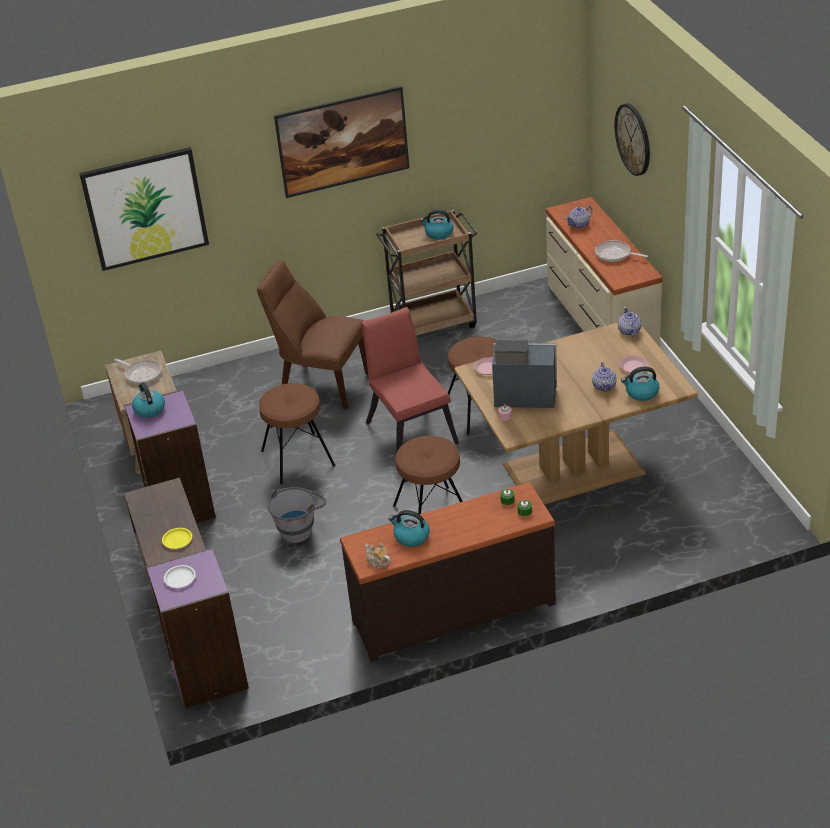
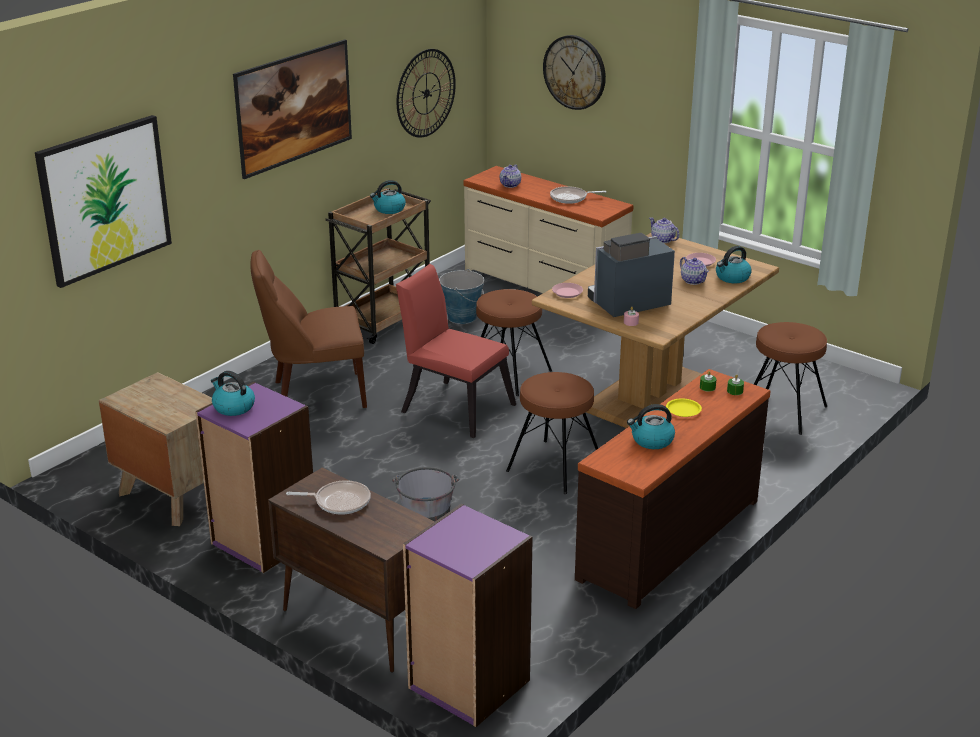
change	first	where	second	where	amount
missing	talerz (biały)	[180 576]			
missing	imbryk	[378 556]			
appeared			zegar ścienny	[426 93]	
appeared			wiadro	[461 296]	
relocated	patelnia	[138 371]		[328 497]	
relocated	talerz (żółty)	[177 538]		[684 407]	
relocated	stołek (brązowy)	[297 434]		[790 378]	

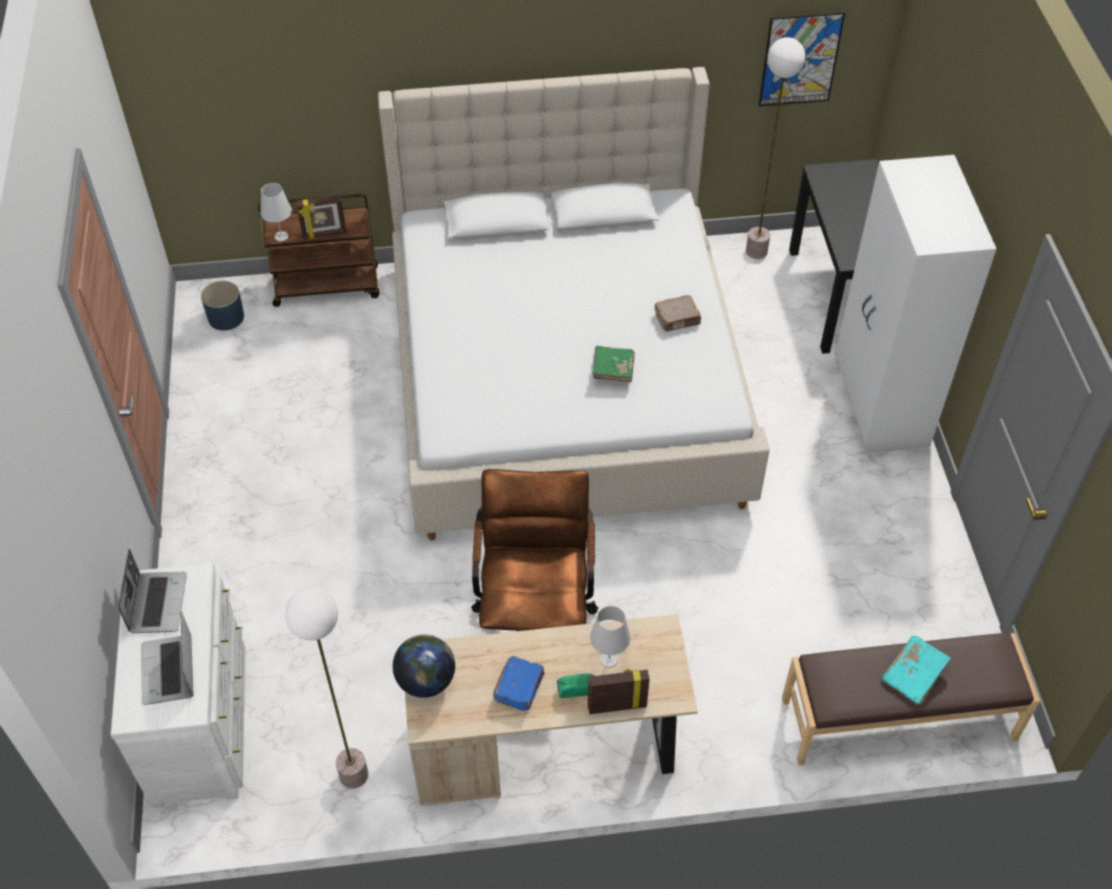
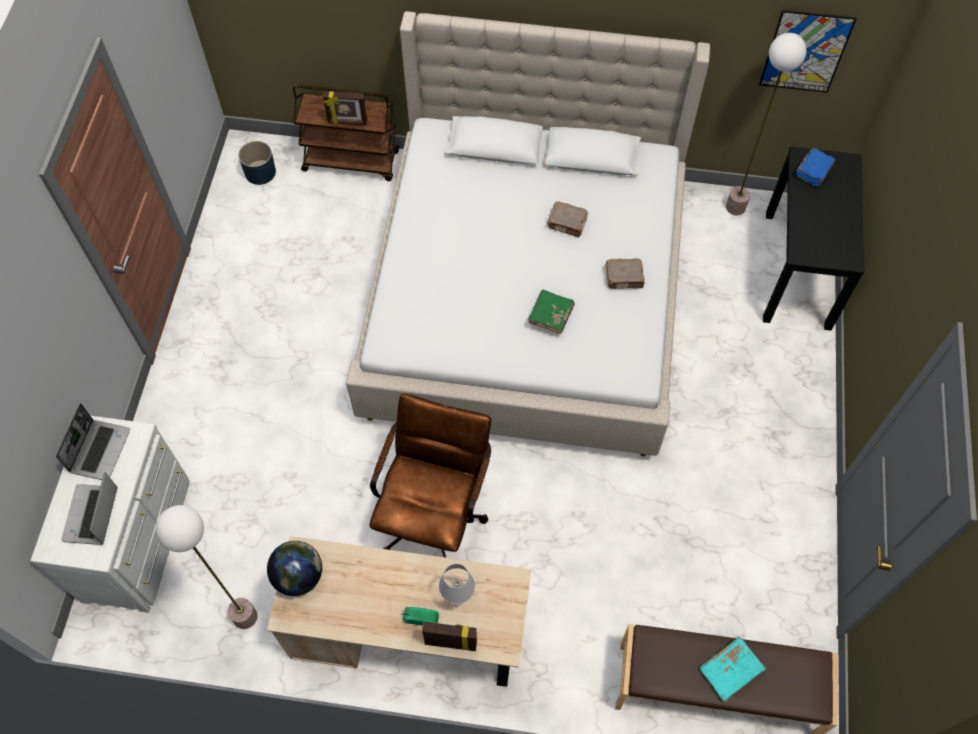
change	first	where	second	where	amount
missing	lampa stołowa (biały)	[276 212]			
missing	szafa (biały)	[915 304]			
appeared			książka (brązowy)	[567 219]	
relocated	książka (niebieski)	[519 683]		[815 167]	

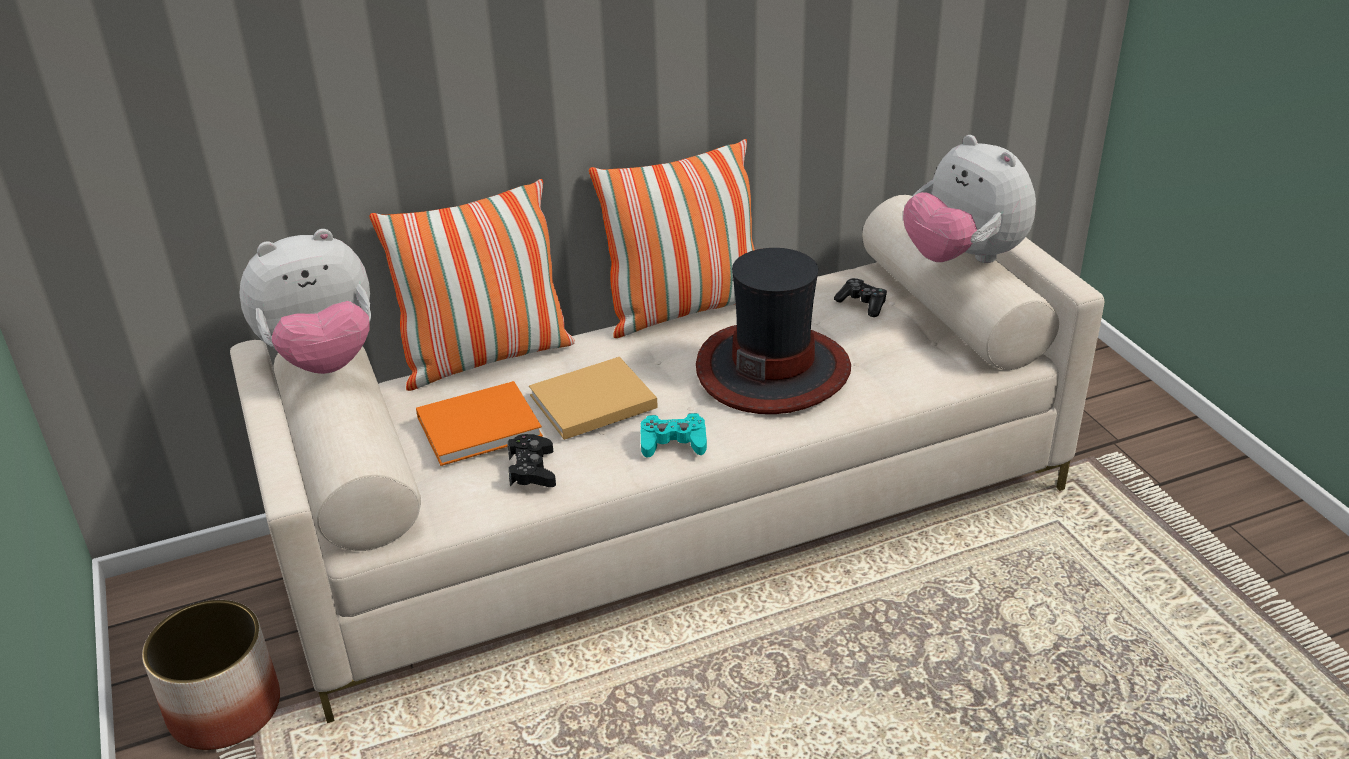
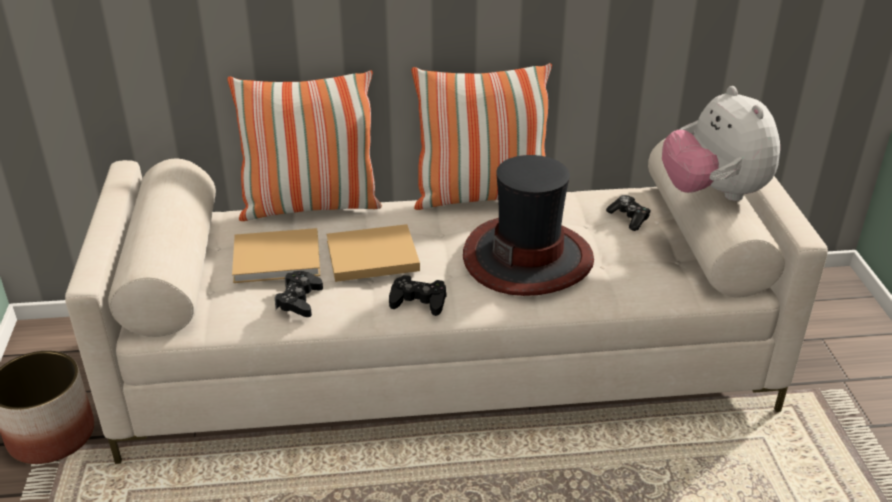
change	first	where	second	where	amount
missing	pluszak	[305 301]			
colour	książka (pomarańczowy)	[479 423]	książka (beżowy)	[276 255]	
colour	pad do gier (turkusowy)	[674 435]	pad do gier (czarny)	[417 295]	

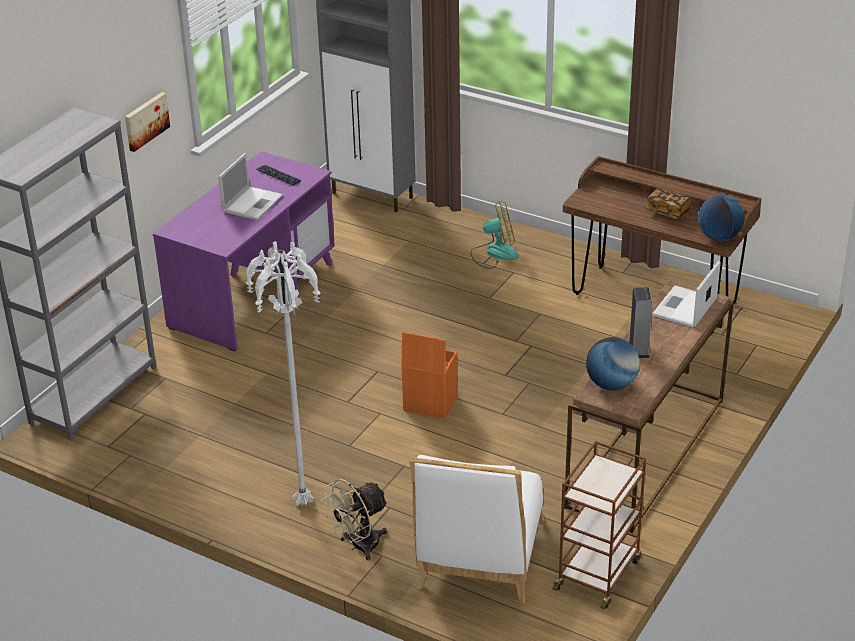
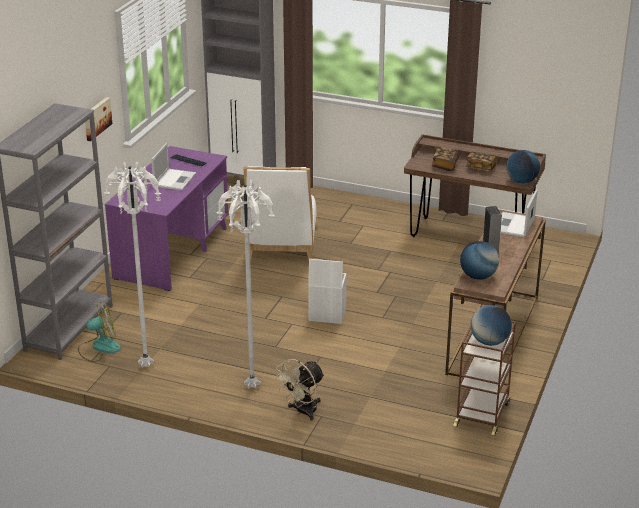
change	first	where	second	where	amount
appeared			lampa stojąca (biały)	[132 265]	
appeared			książka	[445 159]	
appeared			globus	[491 325]	
relocated	krzesło (biały)	[476 529]		[280 213]	
relocated	wentylator	[494 234]		[99 331]	
colour	pojemnik do przechowywania (pomarańczowy)	[430 375]	pojemnik do przechowywania (biały)	[327 291]	

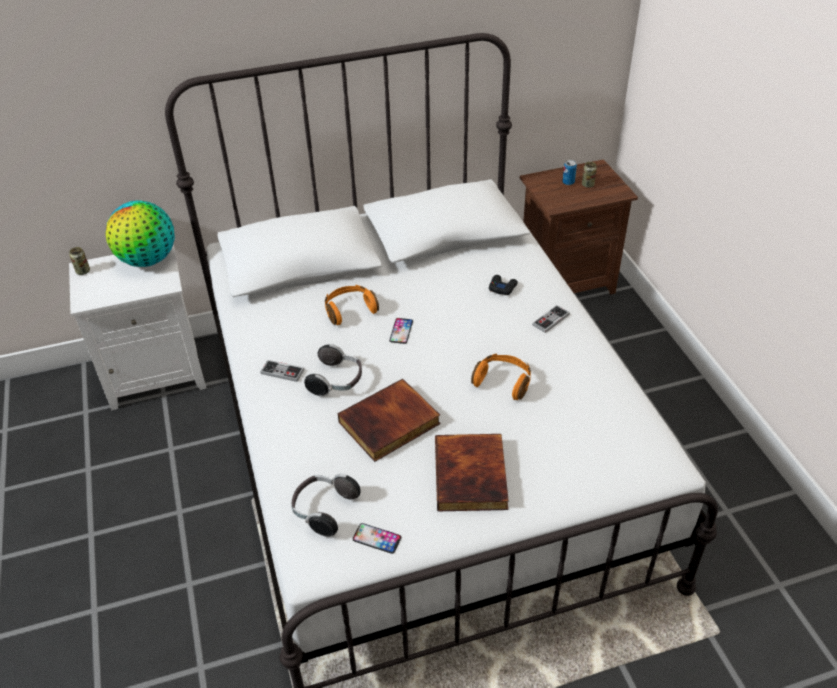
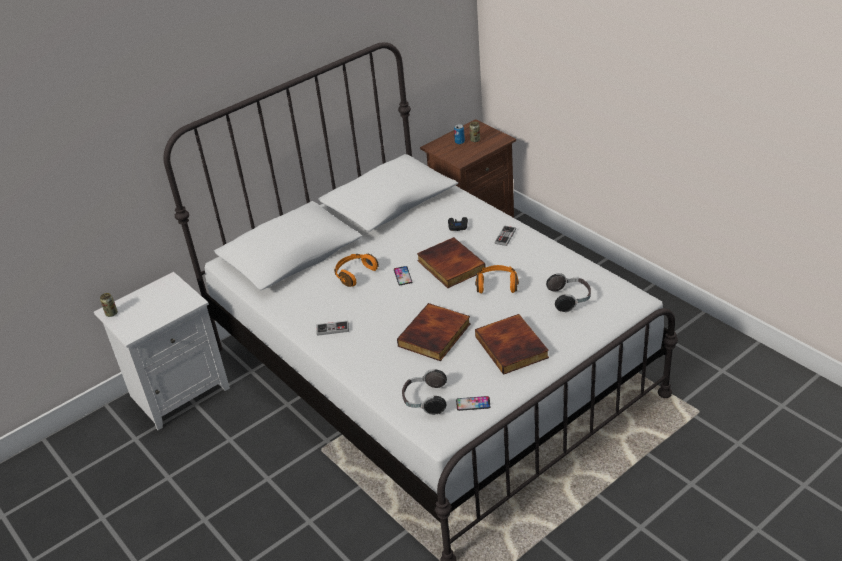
change	first	where	second	where	amount
missing	globus	[140 234]			
appeared			książka	[451 262]	
relocated	słuchawki	[333 370]		[568 293]	

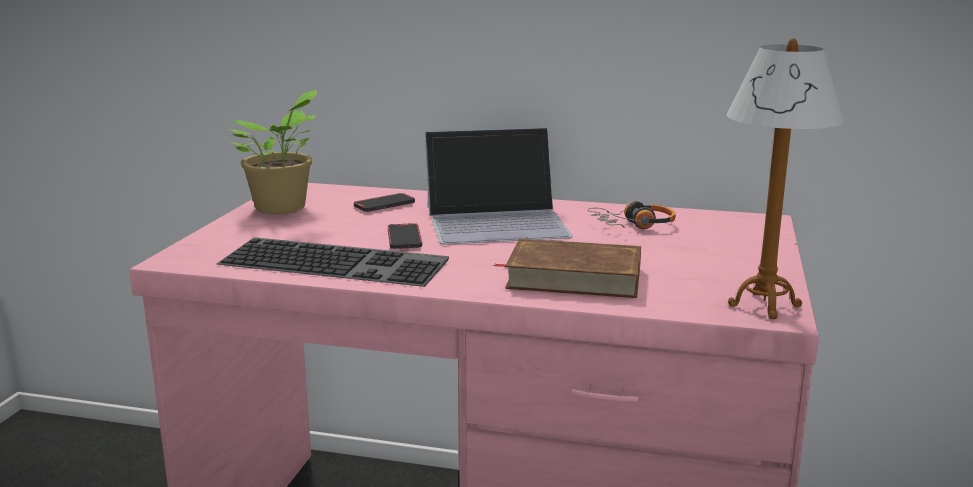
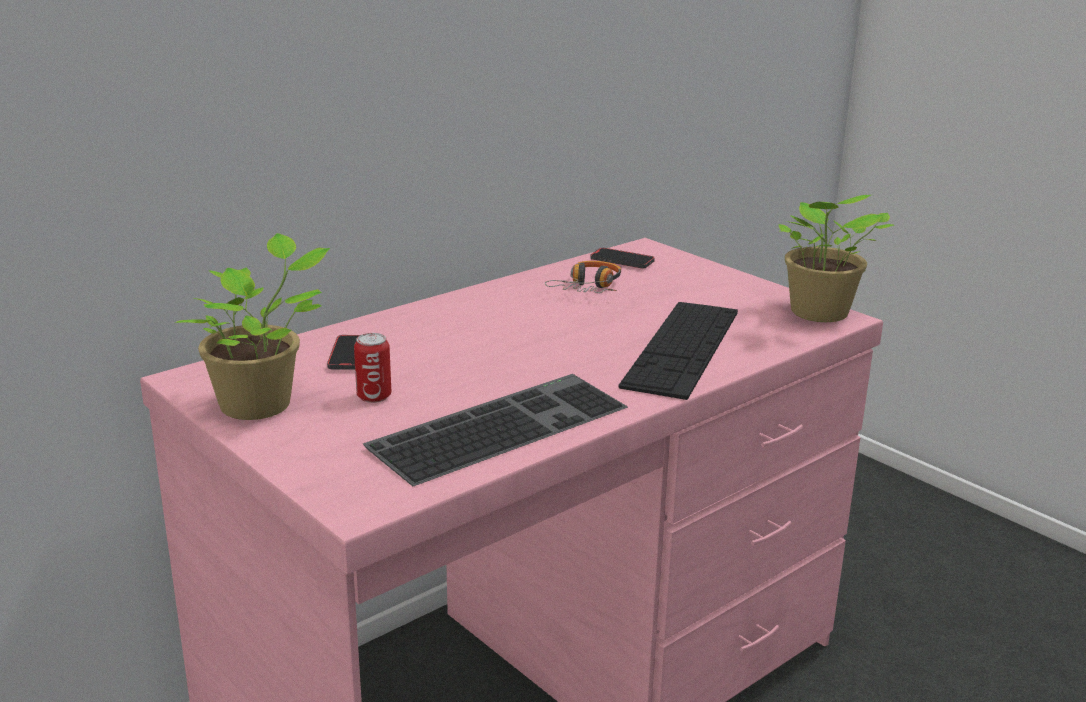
change	first	where	second	where	amount
missing	laptop	[499 186]			
appeared			puszka	[372 368]	
relocated	telefon	[405 236]		[623 258]	
exchanged	książka (brązowy)	[567 268]	klawiatura	[678 351]	
exchanged	lampa stołowa	[785 178]	roślina doniczkowa	[836 258]	

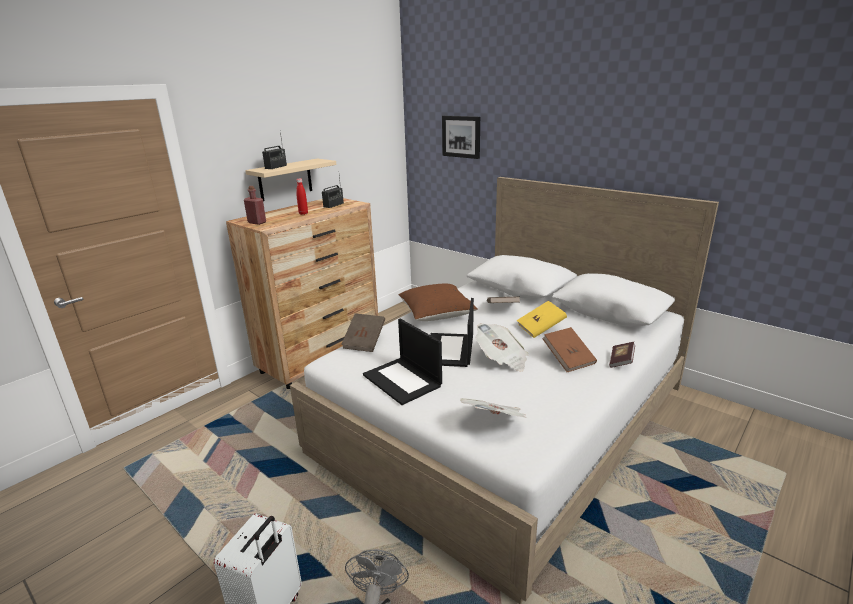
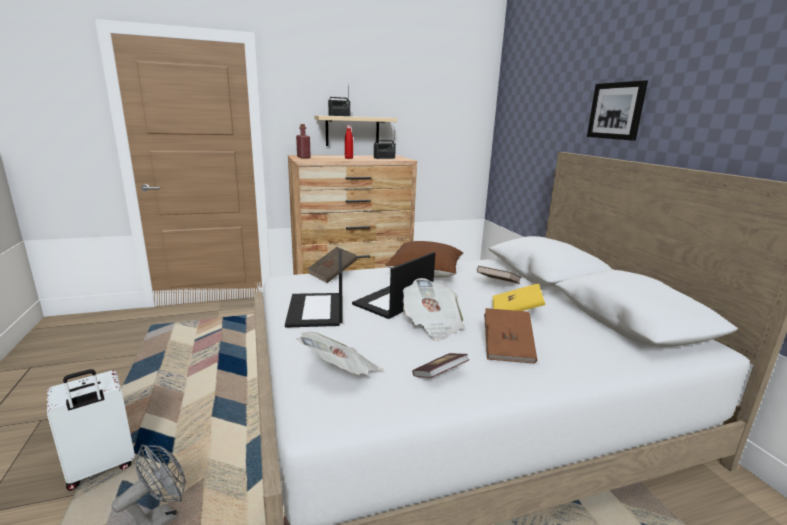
change	first	where	second	where	amount
relocated	obraz	[461 137]		[617 110]	
relocated	książka	[622 355]		[440 365]	

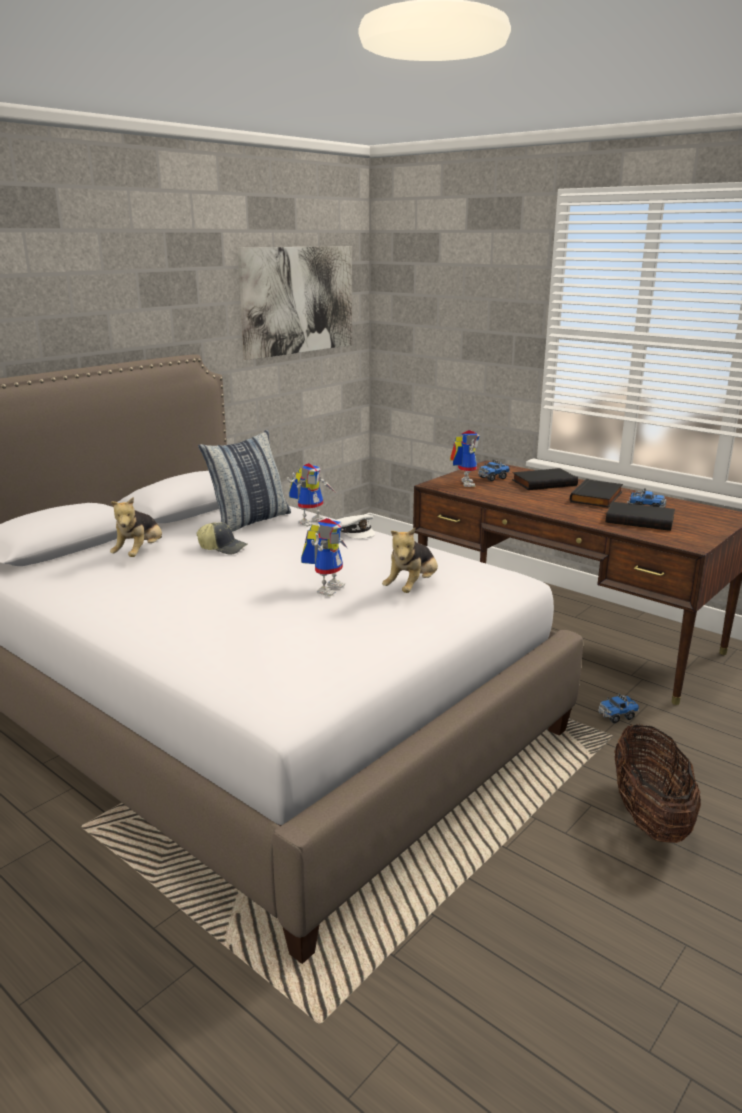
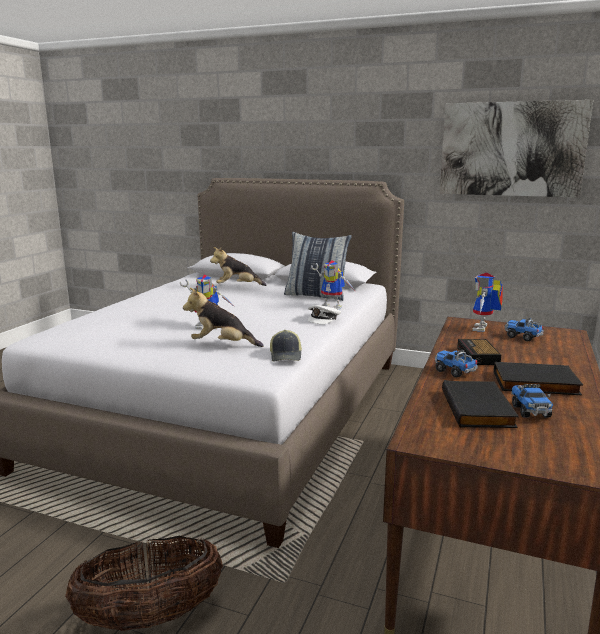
change	first	where	second	where	amount
missing	książka (czarny)	[545 479]			
appeared			budzik	[479 352]	
relocated	czapka z daszkiem	[222 538]		[286 346]	
relocated	ciężarówka zabawkowa	[618 708]		[456 364]	
spun	robot zabawkowy	[465 458]		[487 302]	135 degrees clockwise

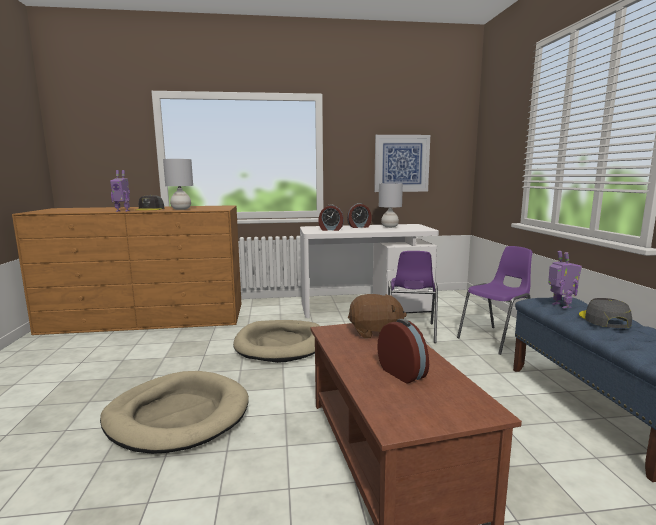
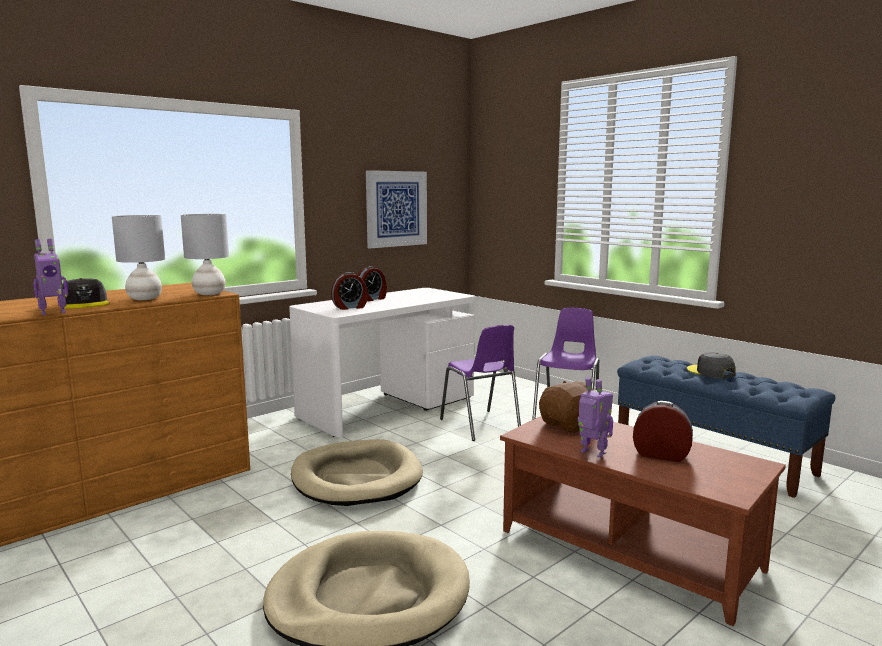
change	first	where	second	where	amount
relocated	lampa stołowa (szary)	[391 205]		[205 254]	
relocated	robot zabawkowy	[565 280]		[595 417]	

